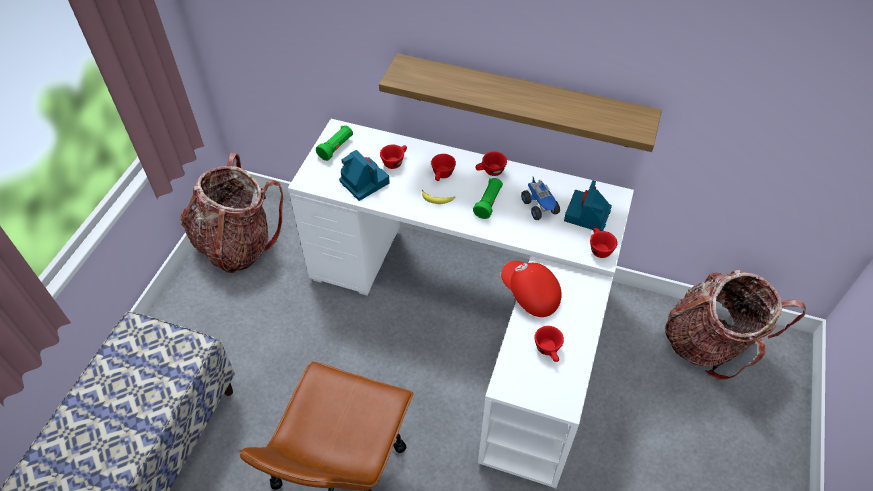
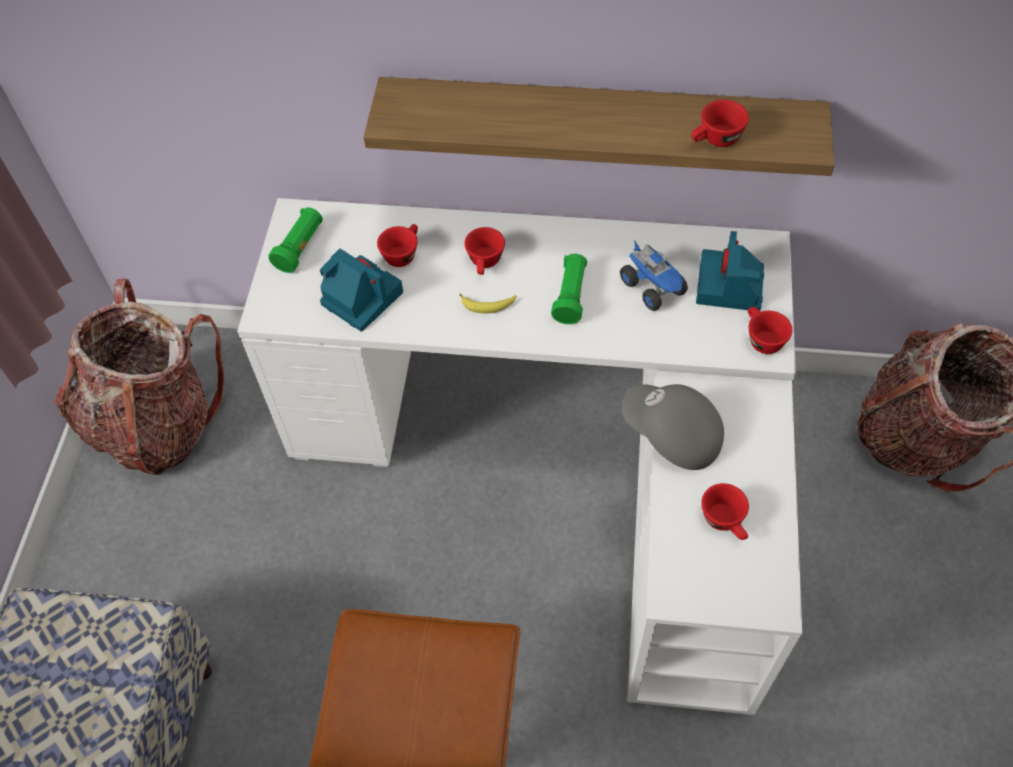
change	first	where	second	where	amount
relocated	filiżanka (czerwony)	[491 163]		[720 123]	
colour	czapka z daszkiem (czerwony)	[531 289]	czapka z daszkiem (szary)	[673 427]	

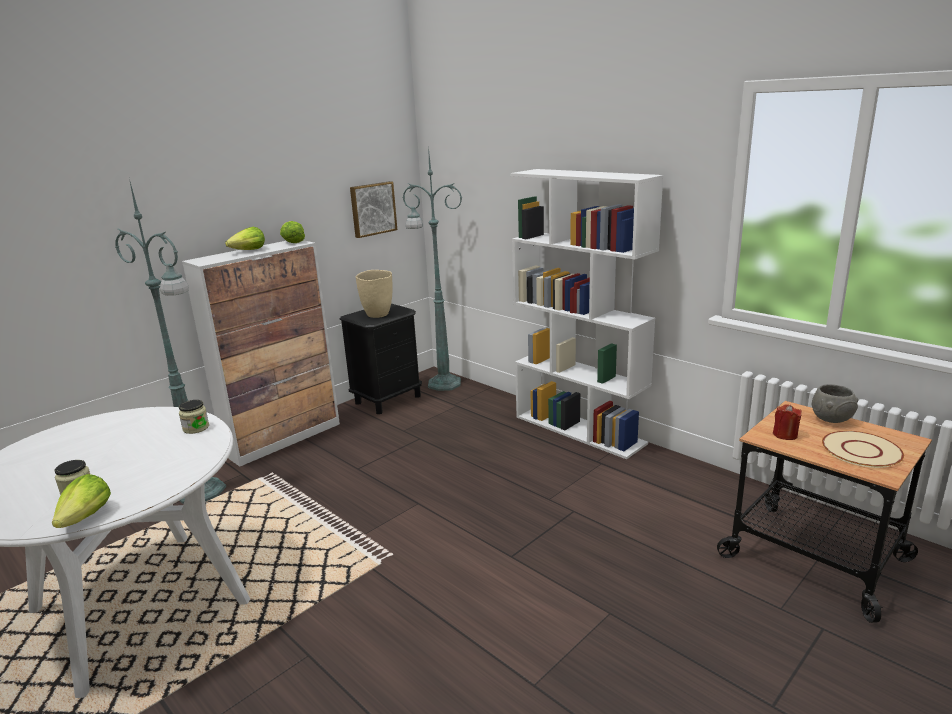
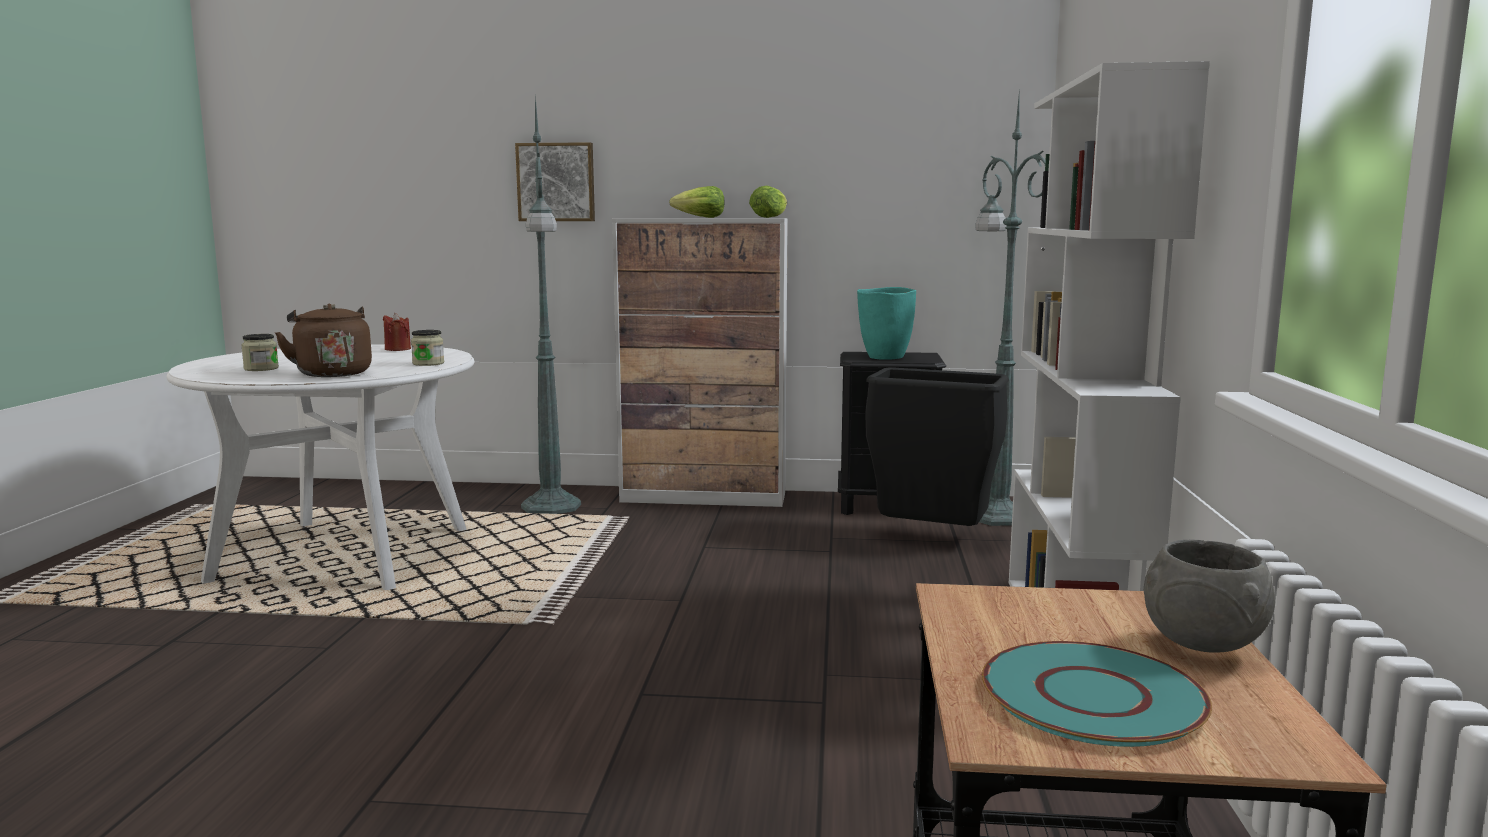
change	first	where	second	where	amount
missing	sałata	[81 501]			
appeared			czajnik (brązowy)	[323 340]	
appeared			kosz na śmieci (czarny)	[937 447]	
relocated	obraz	[373 209]		[555 181]	
relocated	świeca (czerwony)	[787 422]		[397 332]	
colour	wazon (beżowy)	[374 294]	wazon (turkusowy)	[886 323]	
colour	talerz (beżowy)	[863 449]	talerz (turkusowy)	[1097 694]	

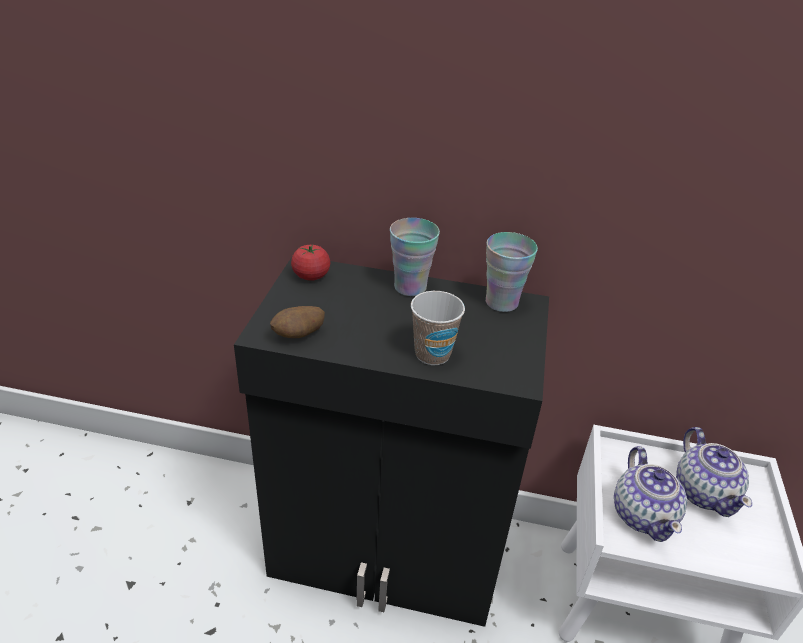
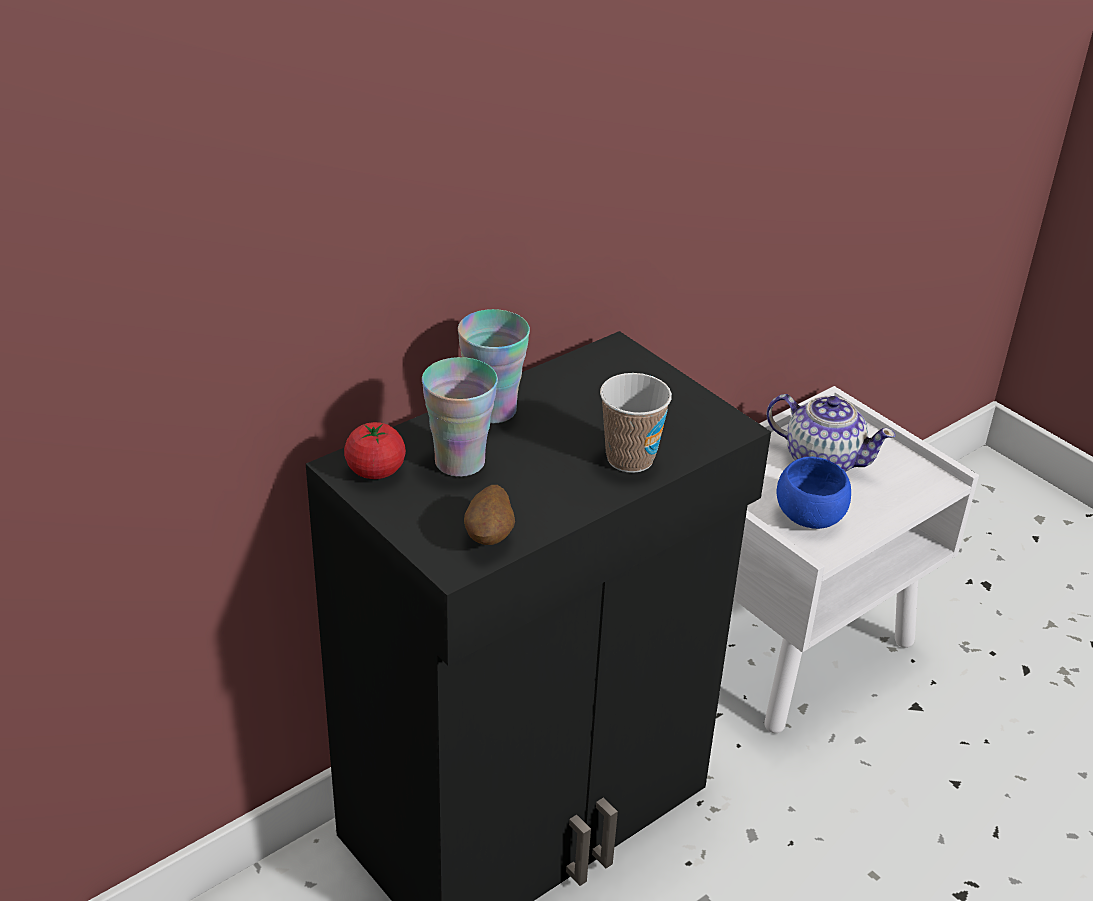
change	first	where	second	where	amount
relocated	filiżanka	[512 272]		[460 417]	
exchanged	imbryk	[650 494]	miska (niebieski)	[814 493]	

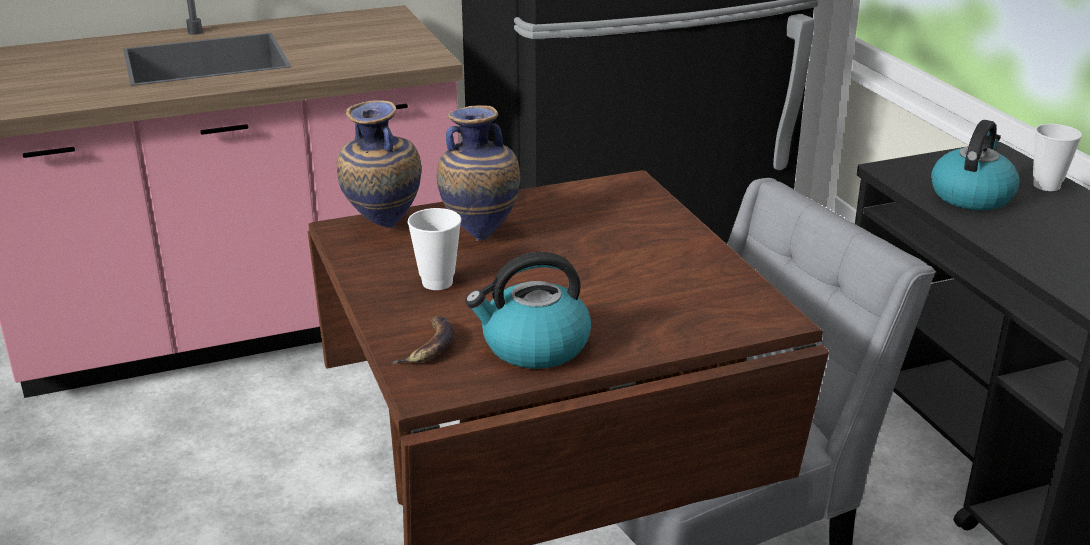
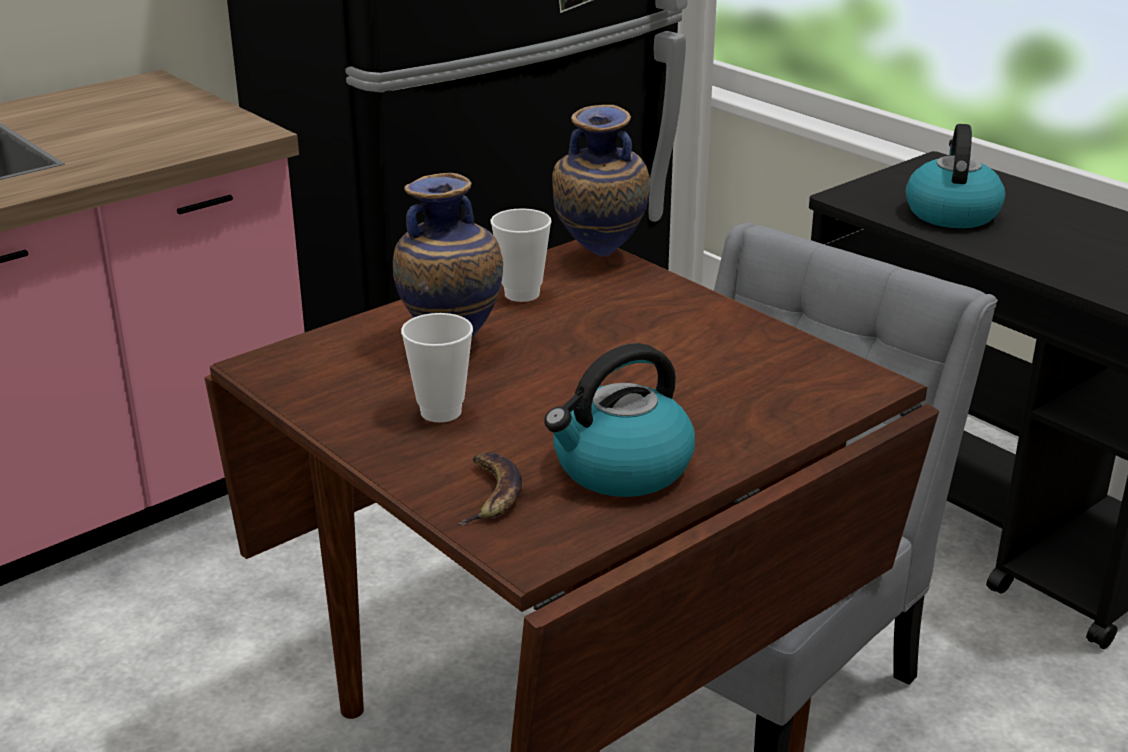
change	first	where	second	where	amount
relocated	wazon	[379 164]		[601 181]	
relocated	filiżanka	[1057 157]		[521 255]	

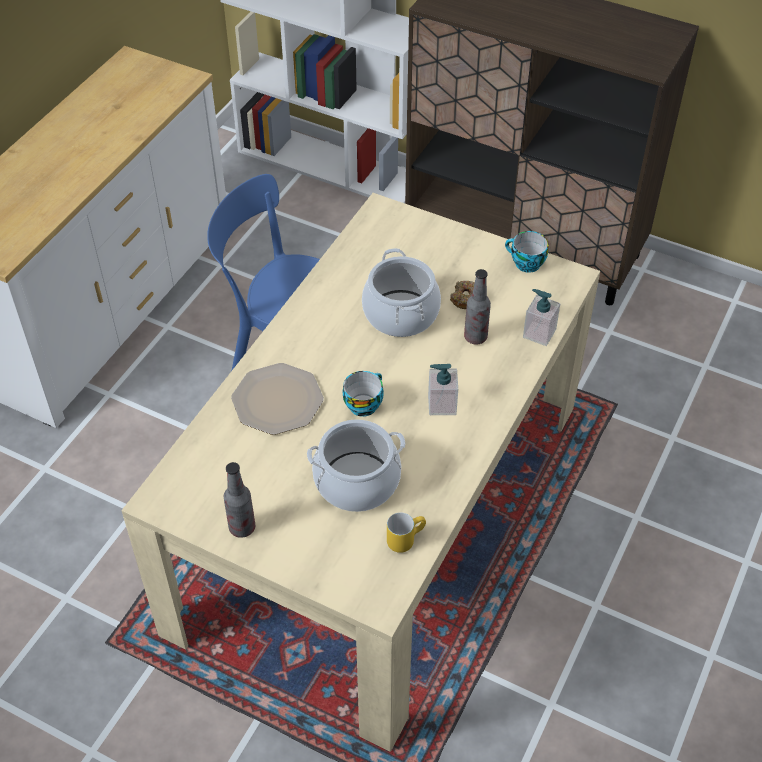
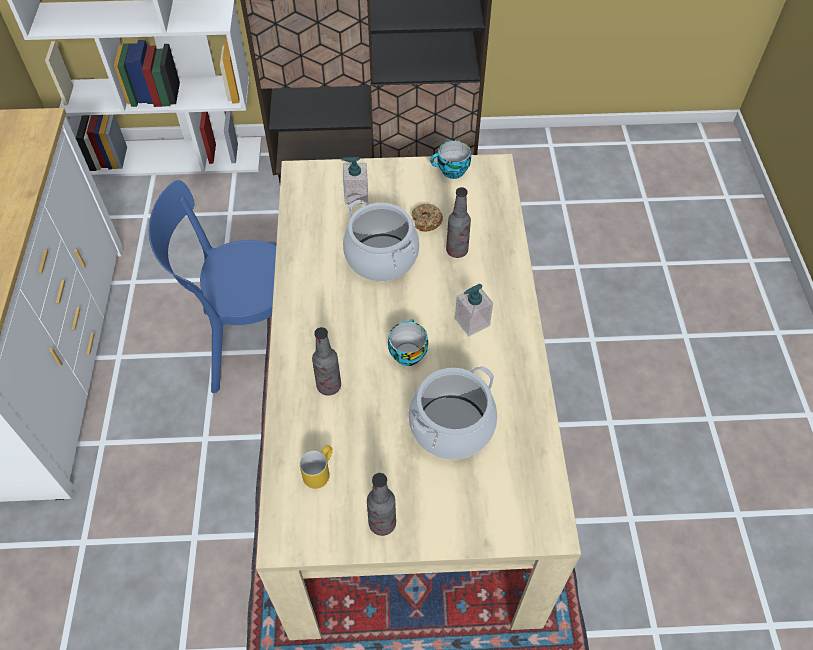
change	first	where	second	where	amount
relocated	kubek (żółty)	[406 532]		[316 467]	
relocated	dozownik mydła	[541 317]		[354 181]	
exchanged	talerz	[277 399]	butelka	[326 361]	

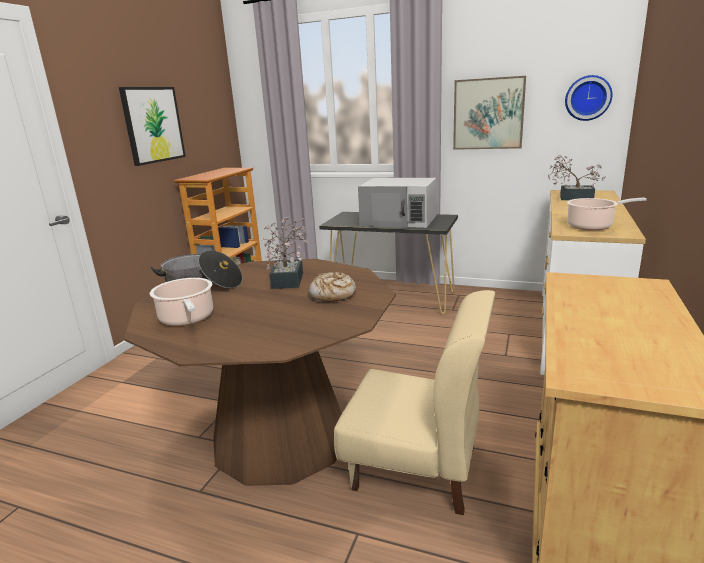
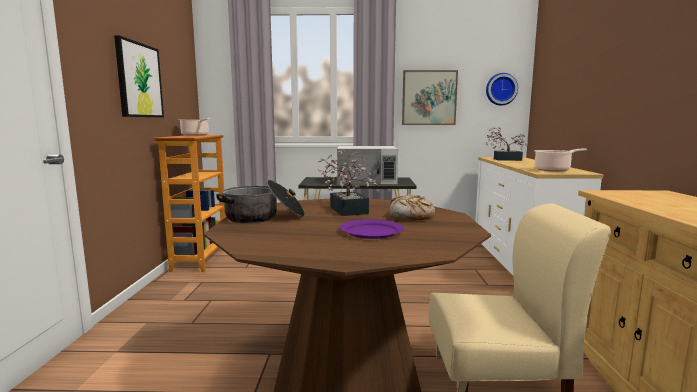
change	first	where	second	where	amount
appeared			talerz (fioletowy)	[372 229]	
relocated	garnek	[181 302]		[195 127]	

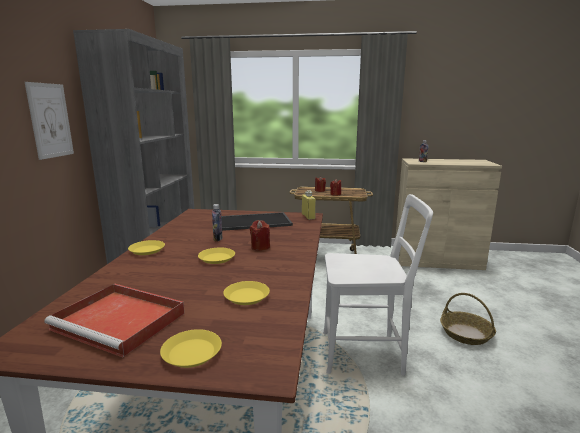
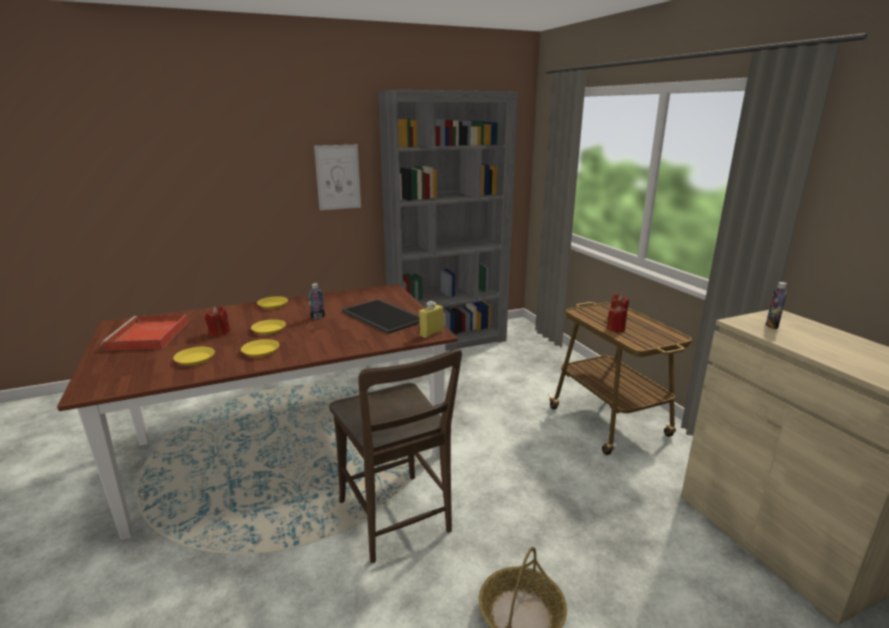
change	first	where	second	where	amount
relocated	talerz (żółty)	[191 348]		[260 348]	
relocated	świeca (czerwony)	[260 235]		[217 321]	
colour	krzesło (biały)	[378 285]	krzesło (brązowy)	[395 456]	

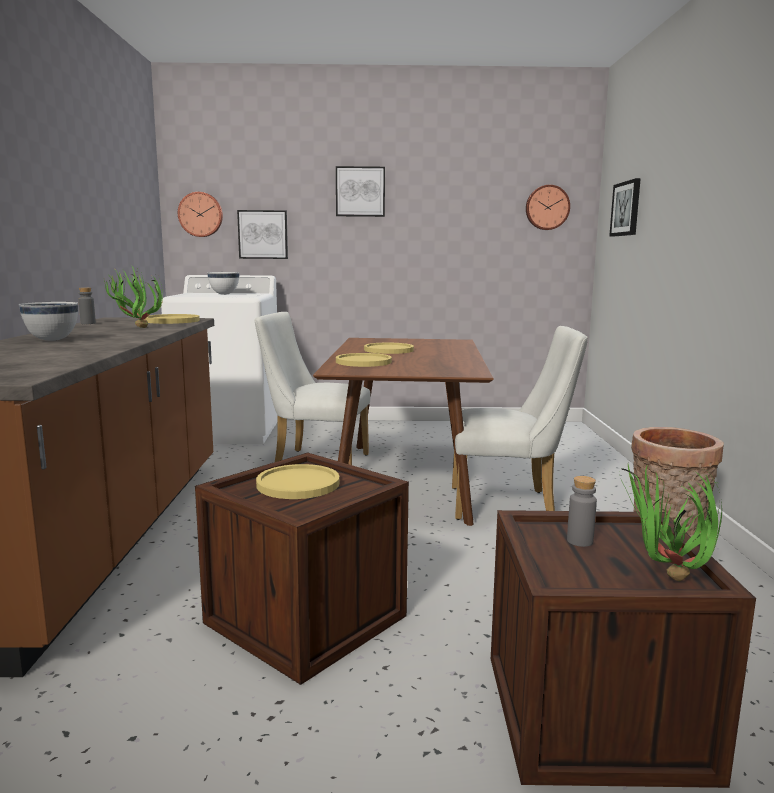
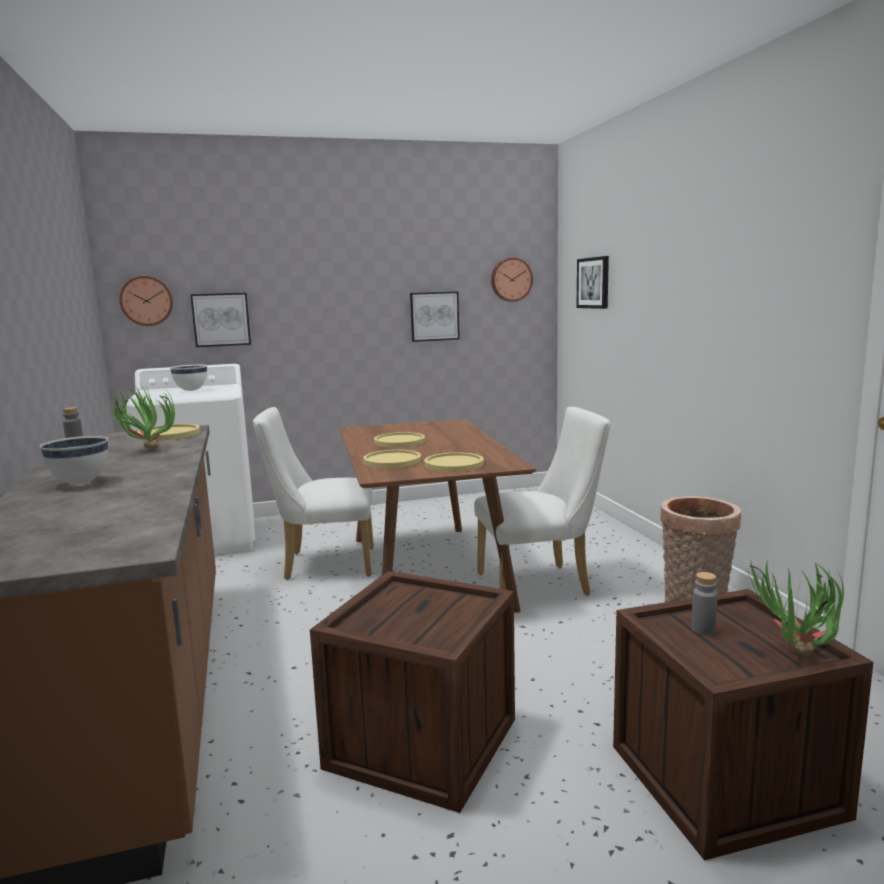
change	first	where	second	where	amount
relocated	talerz (żółty)	[298 481]		[454 462]	
relocated	obraz	[360 191]		[435 317]	

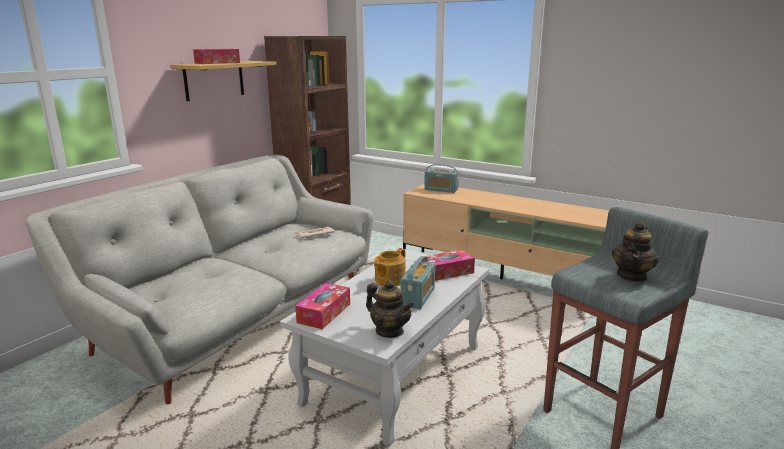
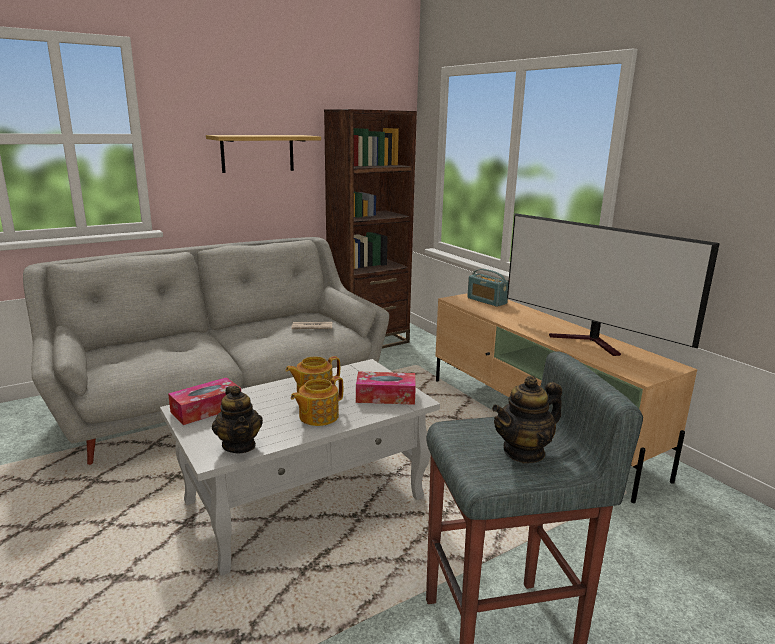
change	first	where	second	where	amount
missing	pudełko chusteczek	[216 56]			
appeared			telewizor	[613 284]	
exchanged	radio	[417 282]	imbryk	[317 401]	

